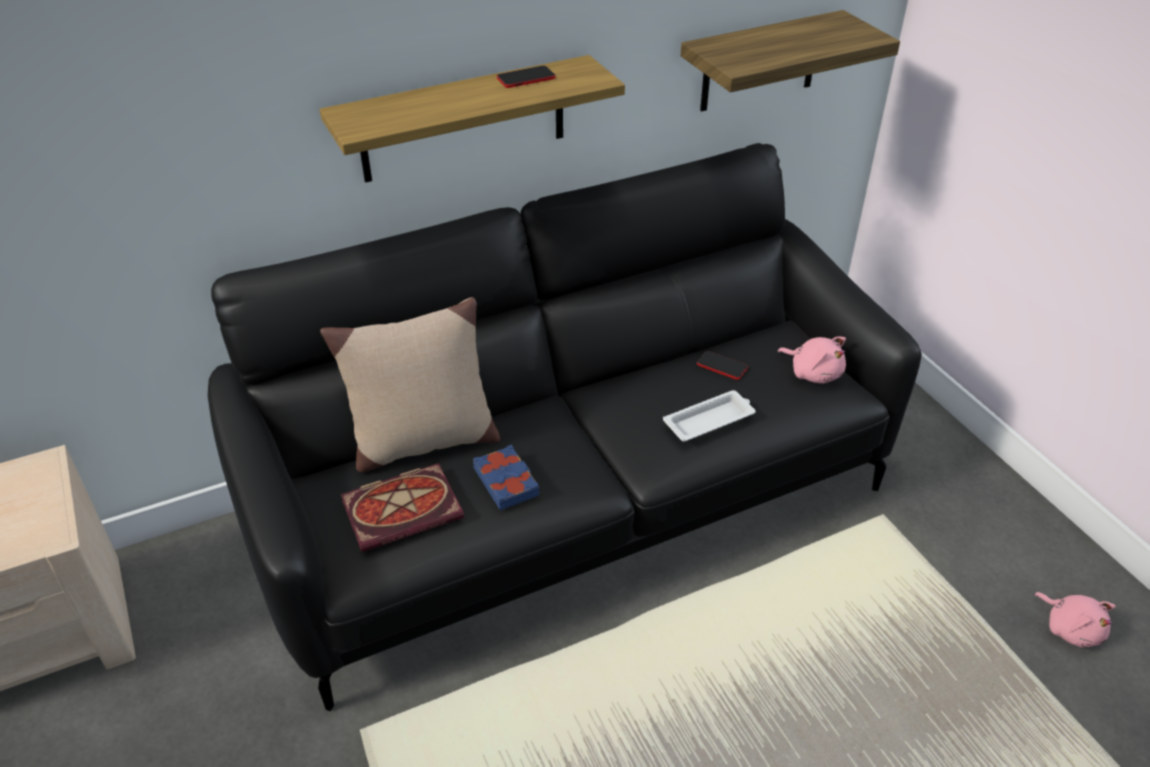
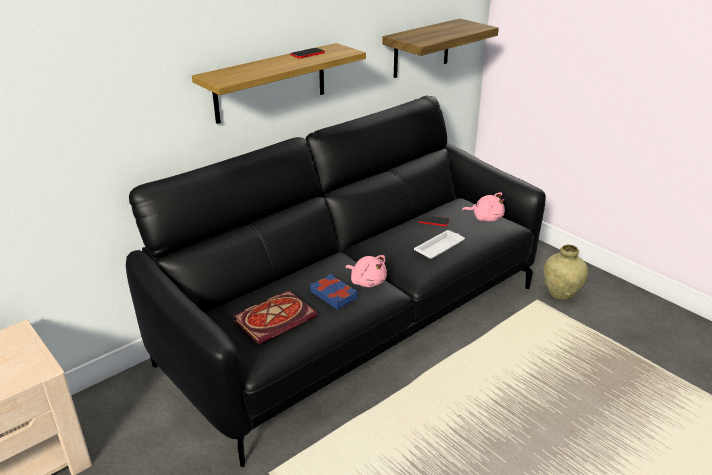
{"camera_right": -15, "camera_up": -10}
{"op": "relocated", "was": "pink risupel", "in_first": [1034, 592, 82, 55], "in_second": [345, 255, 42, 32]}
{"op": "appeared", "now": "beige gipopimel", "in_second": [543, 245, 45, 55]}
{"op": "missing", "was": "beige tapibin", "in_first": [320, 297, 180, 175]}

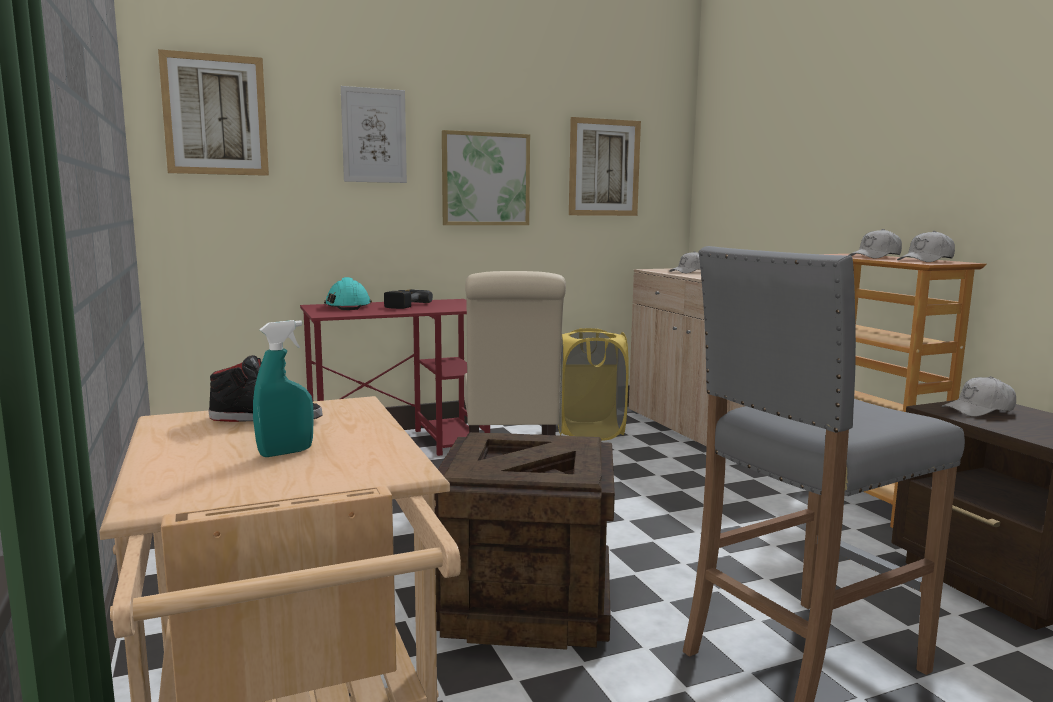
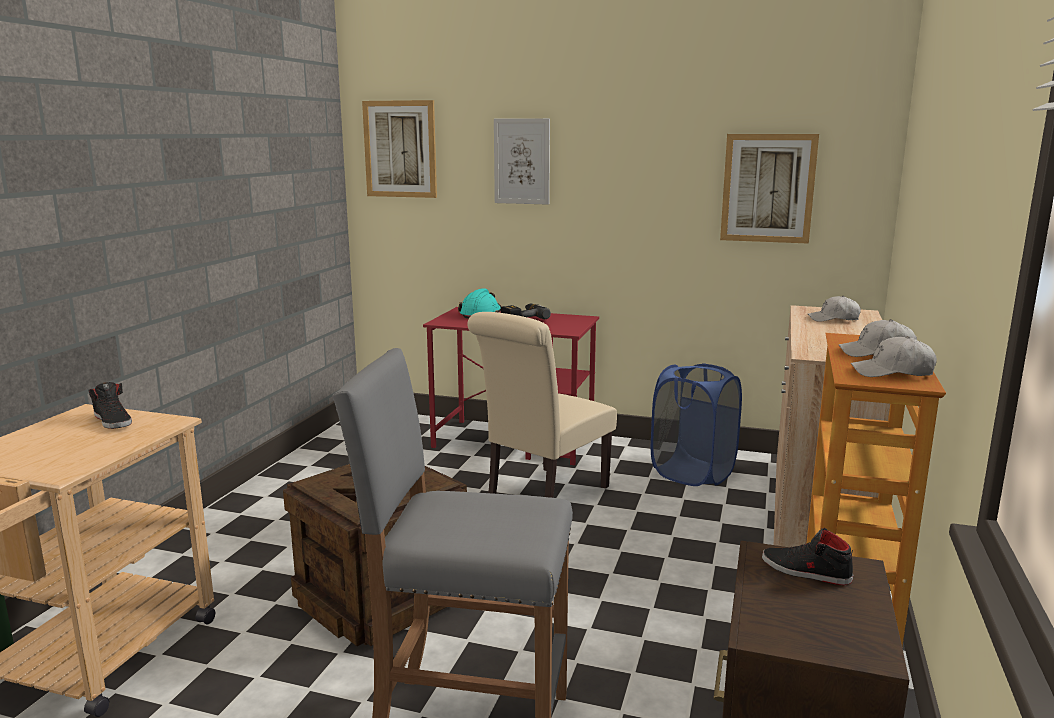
{"camera_right": 40, "camera_up": 5}
{"op": "colour", "was": "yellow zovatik", "now": "blue zovatik", "in_first": [558, 328, 71, 113], "in_second": [651, 363, 91, 123]}
{"op": "exchanged", "was": "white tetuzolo", "now": "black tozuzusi", "in_first": [941, 376, 75, 41], "in_second": [762, 528, 91, 57]}
{"op": "missing", "was": "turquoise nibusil", "in_first": [253, 320, 61, 137]}
{"op": "missing", "was": "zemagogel", "in_first": [442, 130, 88, 95]}

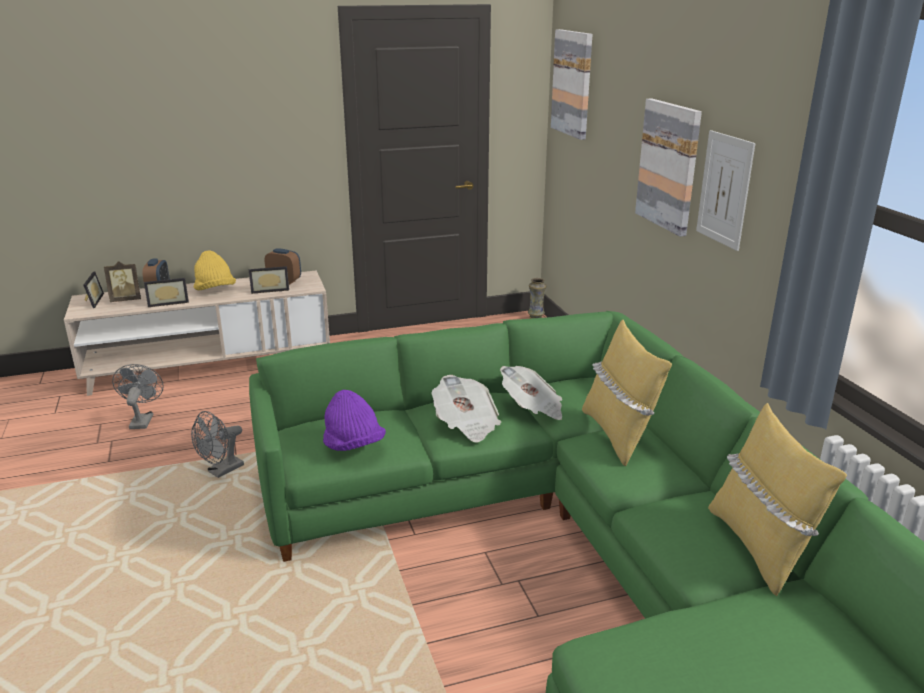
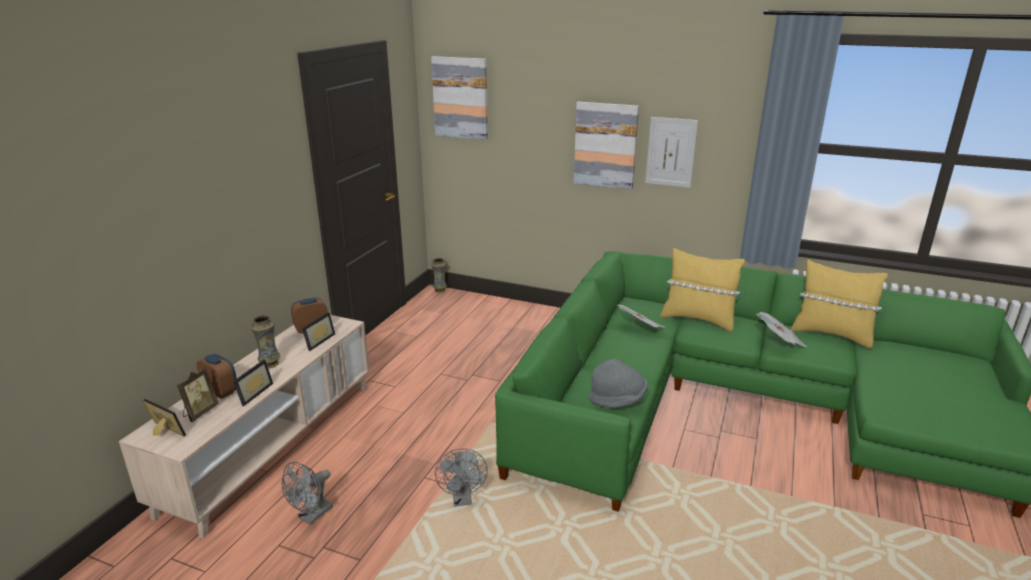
{"camera_right": -50, "camera_up": 0}
{"op": "exchanged", "was": "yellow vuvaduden", "now": "gipopimel", "in_first": [194, 250, 42, 40], "in_second": [250, 315, 30, 53]}
{"op": "spun", "was": "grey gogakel", "in_first": [112, 364, 52, 65], "in_second": [282, 462, 51, 63], "clockwise": -90}
{"op": "colour", "was": "purple vuvaduden", "now": "grey vuvaduden", "in_first": [323, 390, 63, 61], "in_second": [589, 359, 59, 49]}
{"op": "relocated", "was": "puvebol", "in_first": [431, 375, 70, 68], "in_second": [756, 312, 51, 35]}

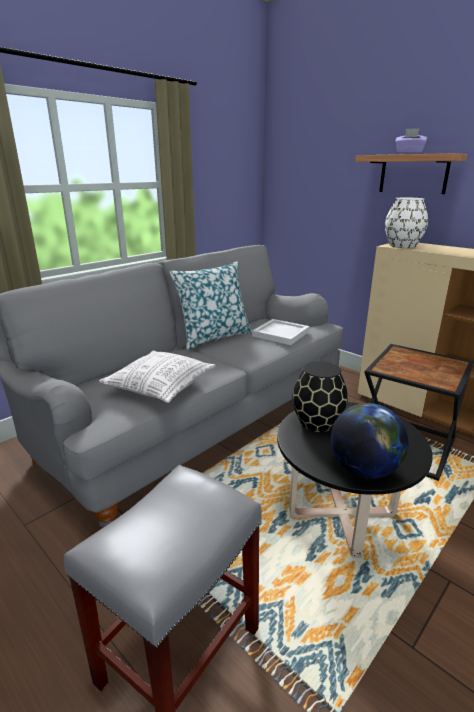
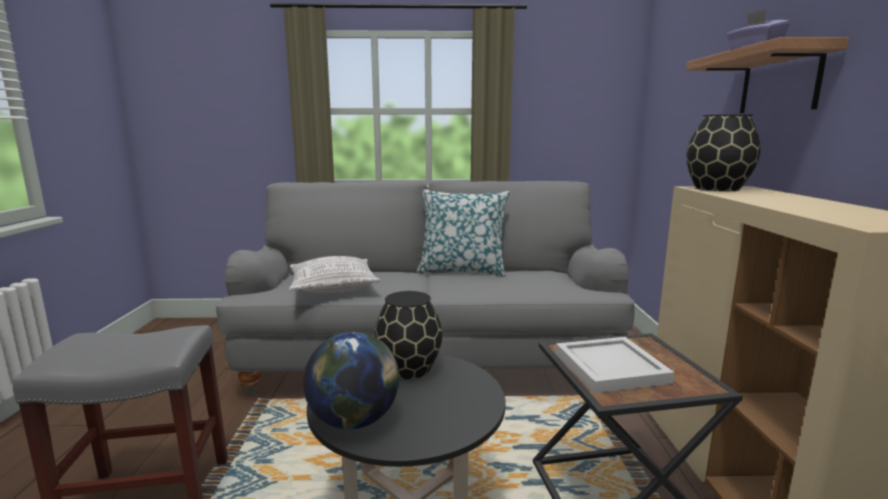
{"camera_right": 45, "camera_up": -10}
{"op": "relocated", "was": "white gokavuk", "in_first": [252, 319, 58, 26], "in_second": [555, 337, 120, 56]}
{"op": "colour", "was": "white gipopimel", "now": "black gipopimel", "in_first": [385, 197, 43, 51], "in_second": [686, 114, 74, 77]}

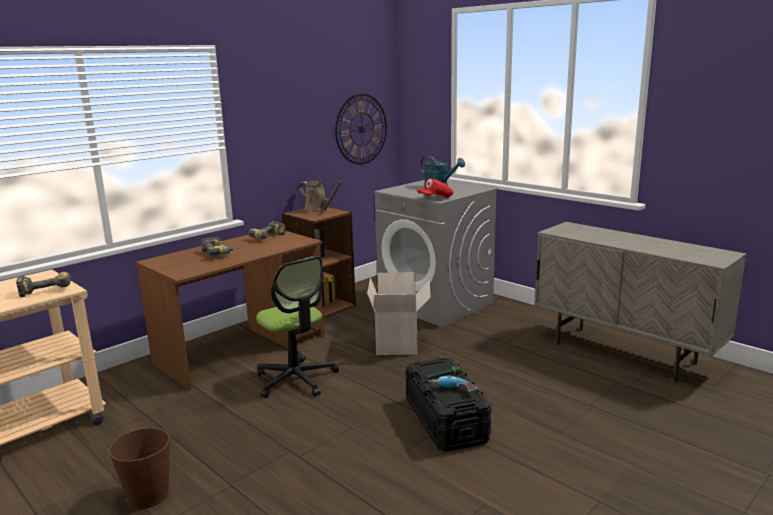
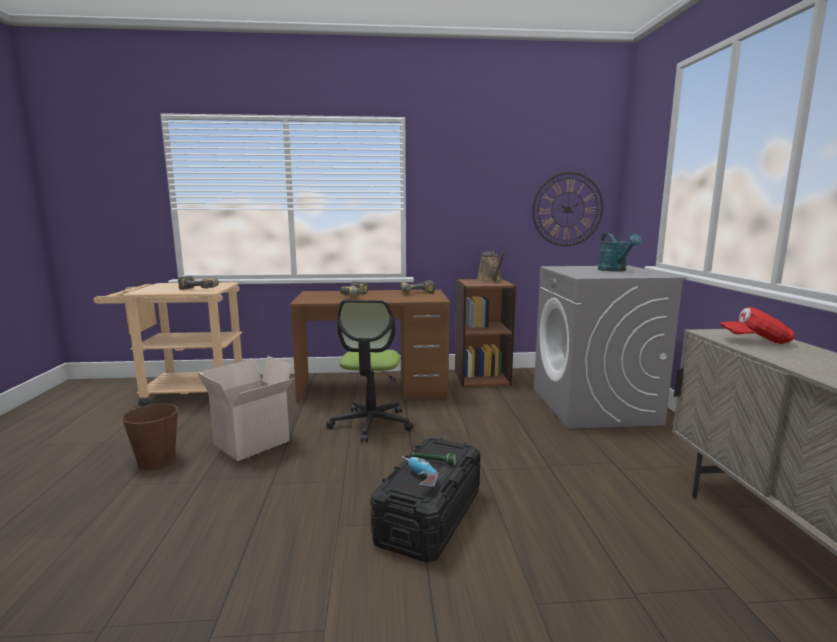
{"camera_right": 40, "camera_up": -5}
{"op": "relocated", "was": "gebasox", "in_first": [367, 272, 64, 83], "in_second": [197, 356, 97, 105]}
{"op": "relocated", "was": "red tetuzolo", "in_first": [417, 178, 36, 19], "in_second": [720, 307, 75, 37]}

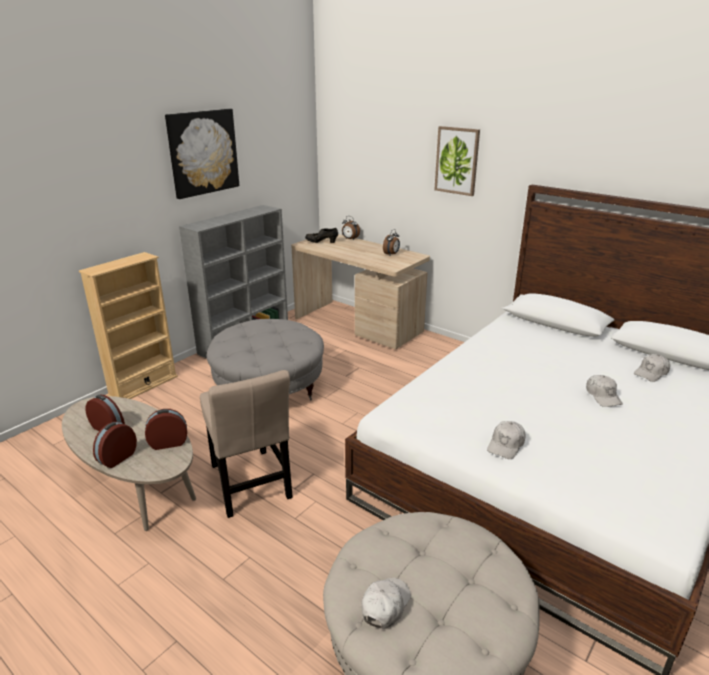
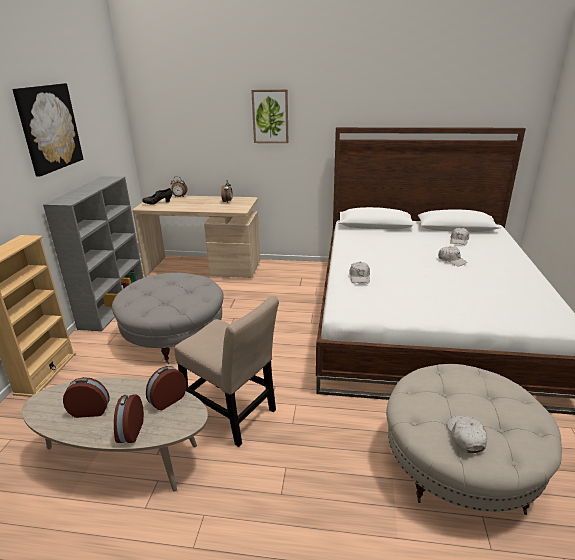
{"camera_right": -30, "camera_up": 0}
{"op": "relocated", "was": "white tetuzolo", "in_first": [487, 421, 38, 38], "in_second": [349, 262, 21, 21]}

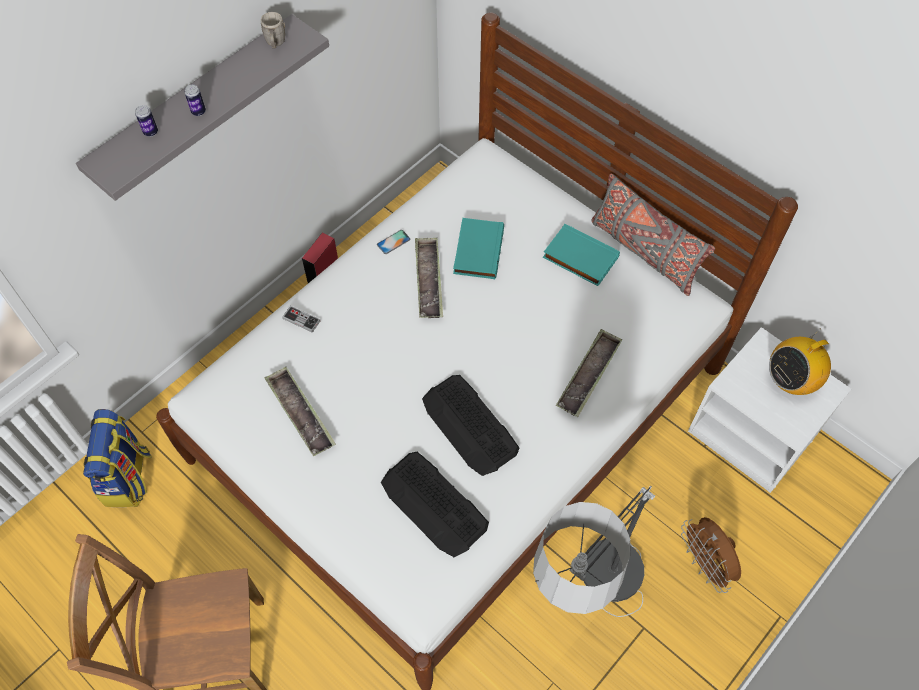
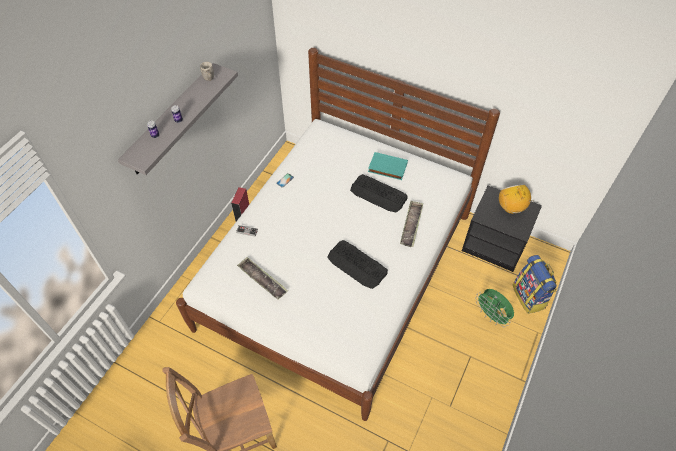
{"camera_right": -15, "camera_up": -5}
{"op": "relocated", "was": "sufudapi", "in_first": [381, 452, 108, 105], "in_second": [350, 174, 58, 39]}
{"op": "colour", "was": "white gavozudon", "now": "black gavozudon", "in_first": [688, 327, 163, 166], "in_second": [462, 186, 80, 86]}
{"op": "colour", "was": "brown gogakel", "now": "green gogakel", "in_first": [681, 517, 60, 76], "in_second": [475, 289, 39, 38]}
{"op": "spun", "was": "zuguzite", "in_first": [769, 329, 62, 66], "in_second": [499, 184, 35, 30], "clockwise": 120}
{"op": "relocated", "was": "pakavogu", "in_first": [83, 409, 69, 98], "in_second": [513, 255, 44, 59]}
{"op": "missing", "was": "gokavuk", "in_first": [415, 238, 28, 80]}
{"op": "missing", "was": "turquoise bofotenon", "in_first": [453, 218, 51, 61]}
{"op": "missing", "was": "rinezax", "in_first": [533, 485, 122, 132]}
{"op": "missing", "was": "grey tapibin", "in_first": [592, 173, 123, 123]}

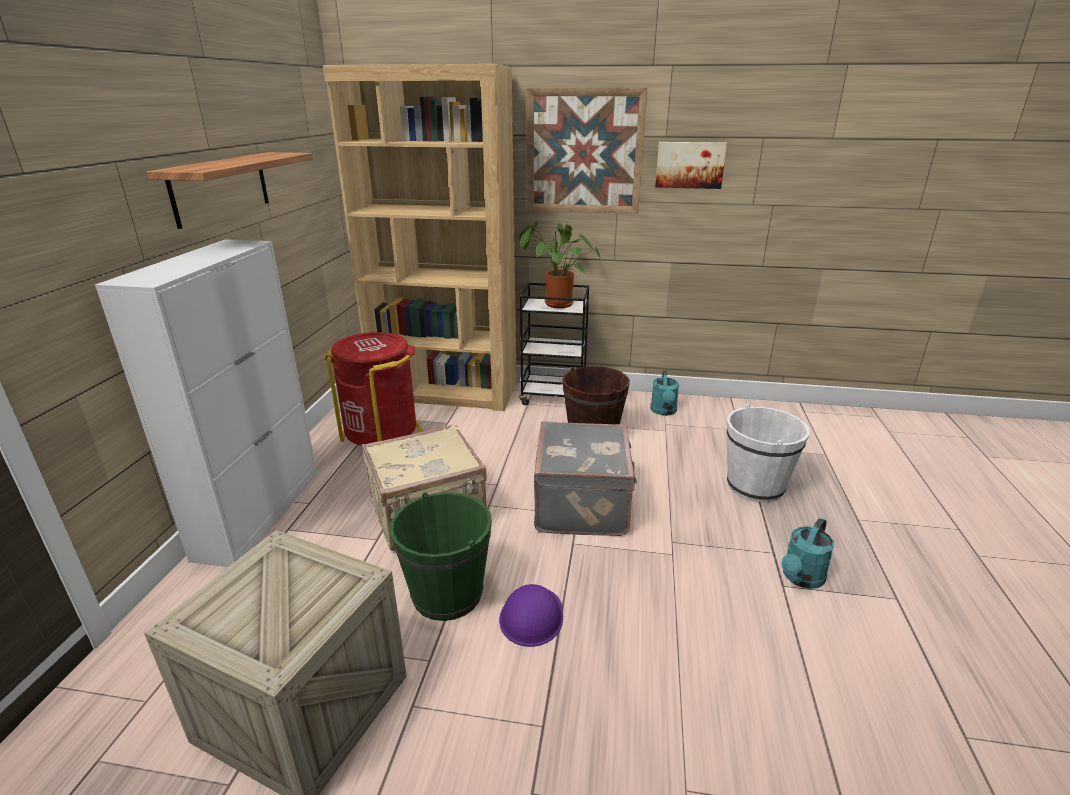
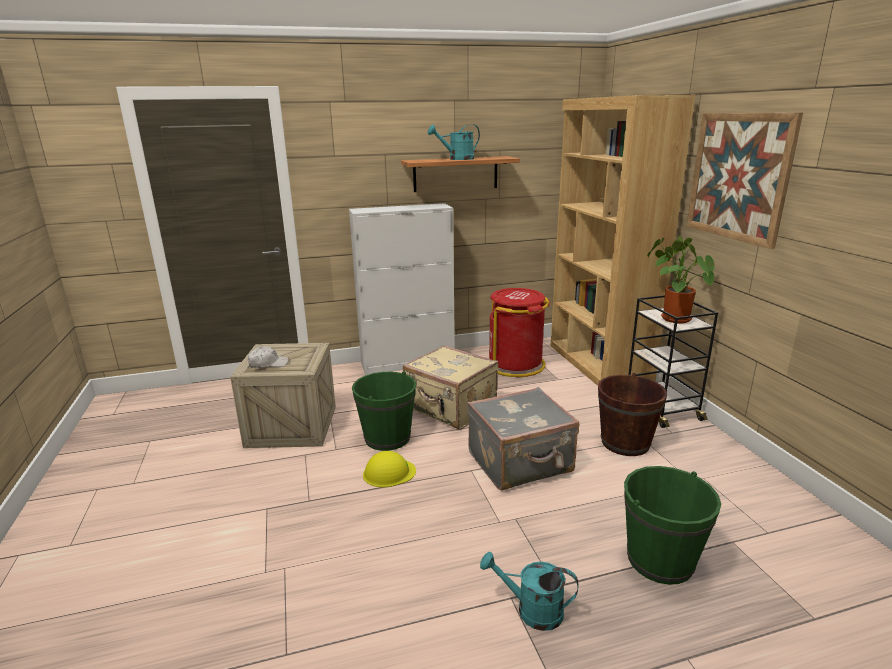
{"camera_right": 65, "camera_up": -5}
{"op": "appeared", "now": "white tetuzolo", "in_second": [247, 346, 42, 22]}
{"op": "colour", "was": "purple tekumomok", "now": "yellow tekumomok", "in_first": [499, 584, 64, 63], "in_second": [363, 451, 53, 36]}
{"op": "relocated", "was": "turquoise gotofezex", "in_first": [650, 370, 29, 46], "in_second": [428, 124, 52, 36]}
{"op": "colour", "was": "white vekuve", "now": "green vekuve", "in_first": [727, 404, 82, 99], "in_second": [624, 466, 97, 119]}
{"op": "missing", "was": "zemagogel", "in_first": [655, 142, 72, 47]}

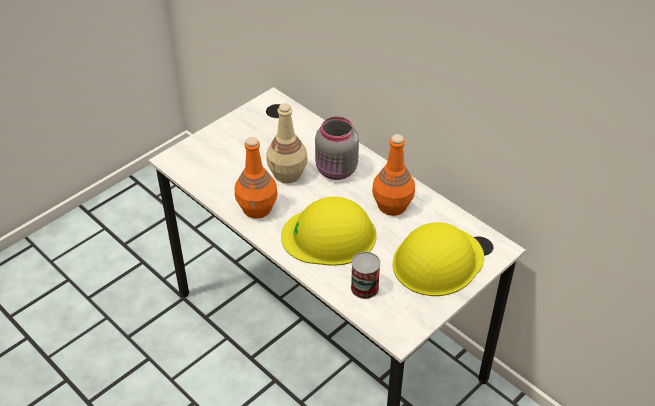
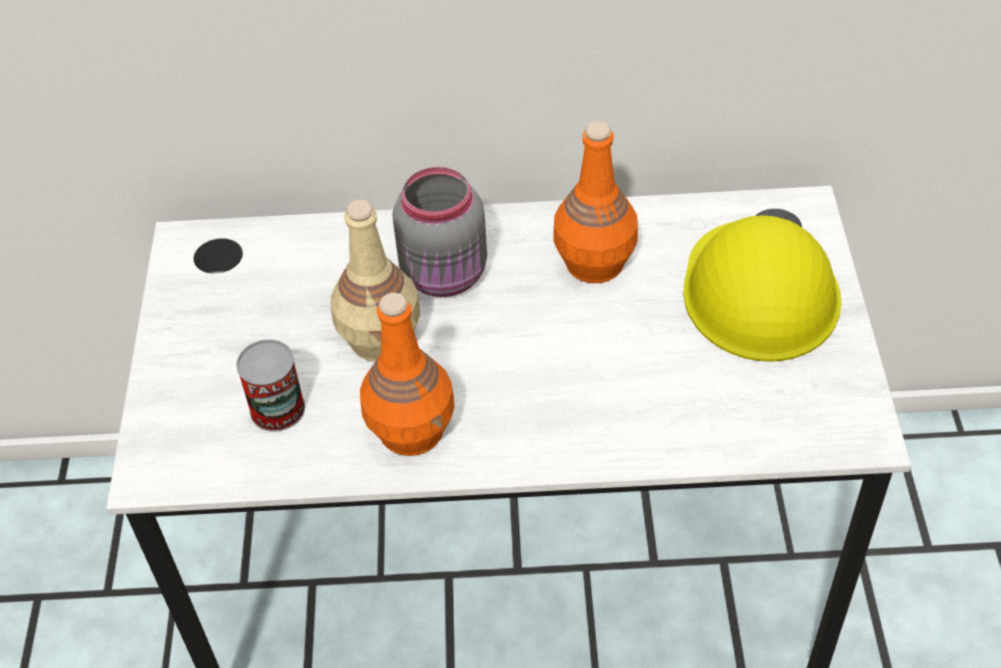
{"camera_right": -45, "camera_up": 5}
{"op": "relocated", "was": "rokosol", "in_first": [351, 252, 30, 47], "in_second": [236, 339, 69, 93]}
{"op": "missing", "was": "yellow tekumomok", "in_first": [281, 197, 96, 69]}

